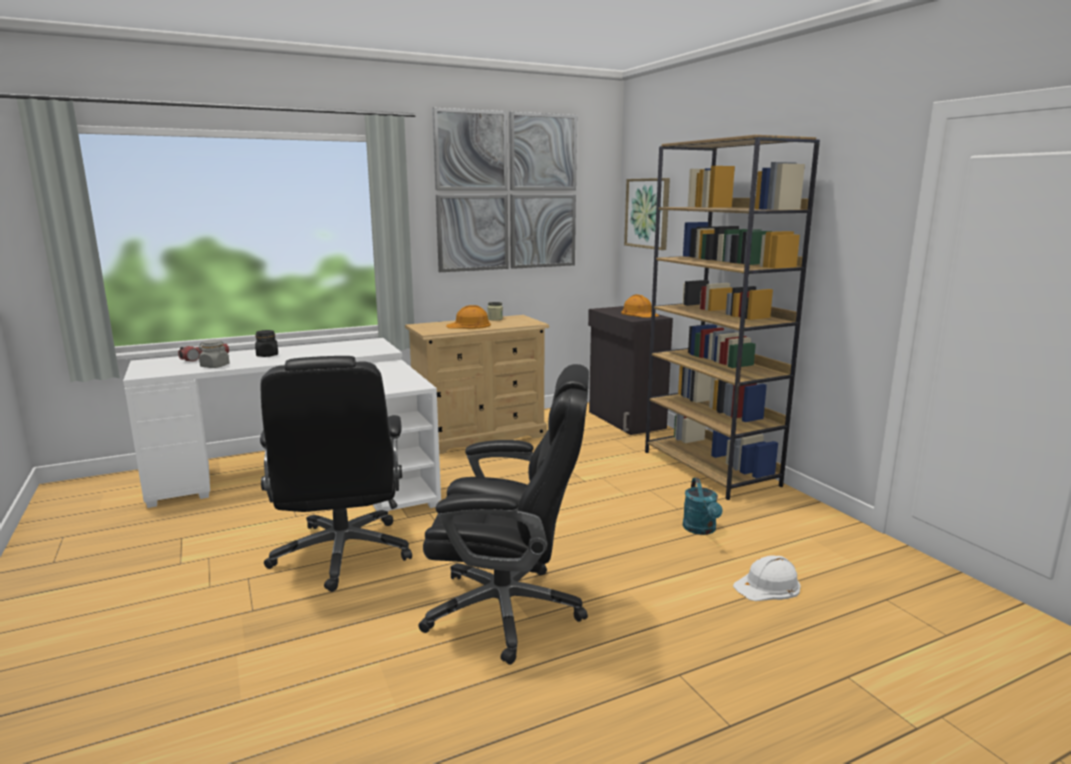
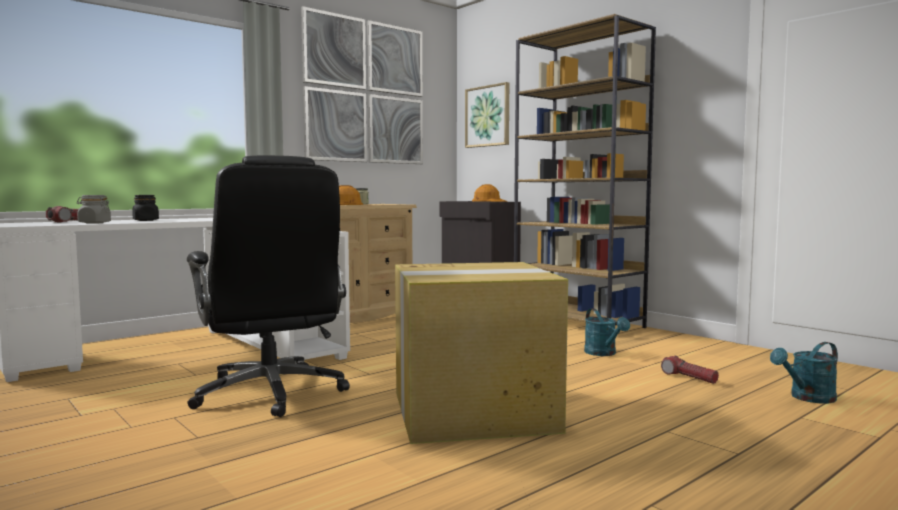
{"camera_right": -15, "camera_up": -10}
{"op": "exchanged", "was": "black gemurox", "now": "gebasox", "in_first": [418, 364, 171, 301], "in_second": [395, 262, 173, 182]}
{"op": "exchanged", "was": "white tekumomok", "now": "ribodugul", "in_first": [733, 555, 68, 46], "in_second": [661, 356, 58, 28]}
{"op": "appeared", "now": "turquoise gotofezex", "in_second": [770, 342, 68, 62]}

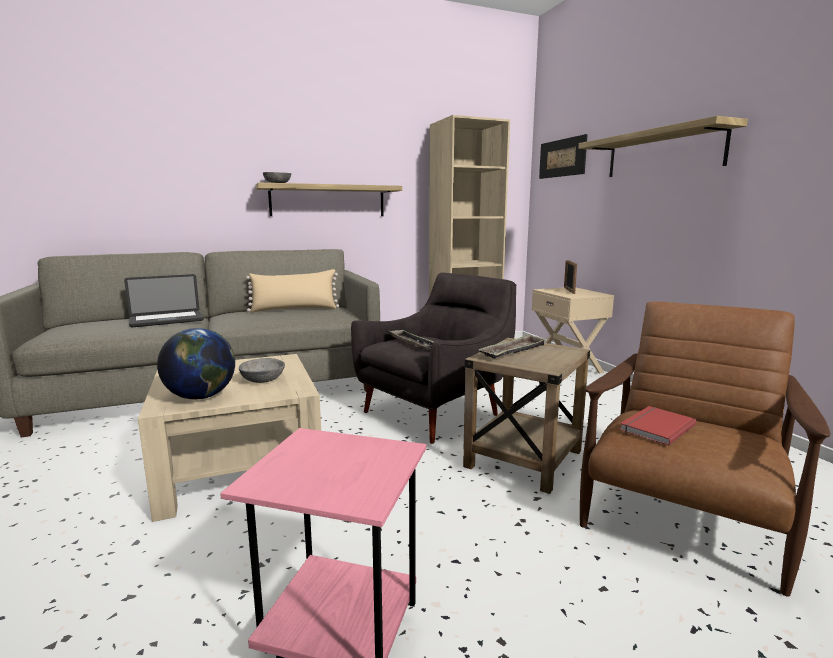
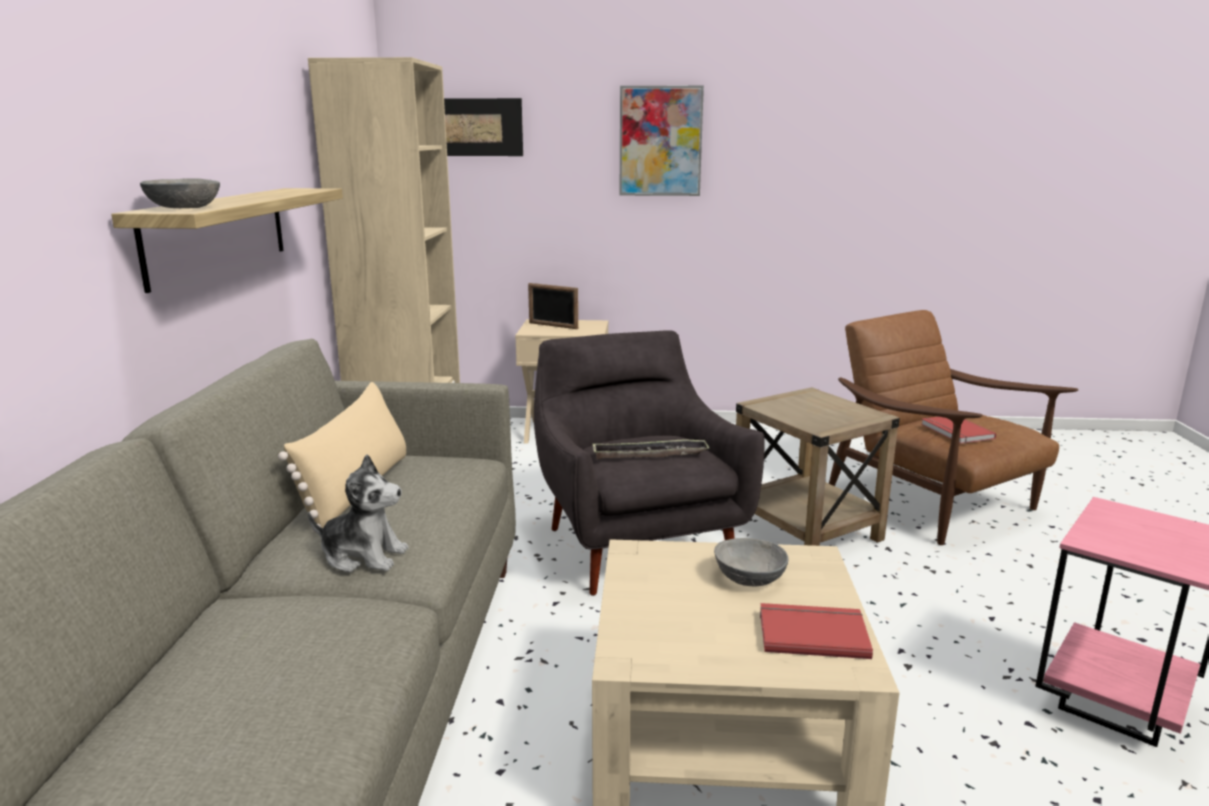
{"camera_right": -65, "camera_up": 5}
{"op": "appeared", "now": "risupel", "in_second": [308, 454, 101, 119]}
{"op": "exchanged", "was": "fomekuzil", "now": "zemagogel", "in_first": [578, 116, 170, 61], "in_second": [620, 85, 84, 111]}
{"op": "exchanged", "was": "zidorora", "now": "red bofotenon", "in_first": [157, 328, 78, 71], "in_second": [760, 603, 113, 56]}
{"op": "missing", "was": "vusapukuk", "in_first": [124, 274, 80, 53]}
{"op": "missing", "was": "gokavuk", "in_first": [479, 334, 68, 25]}

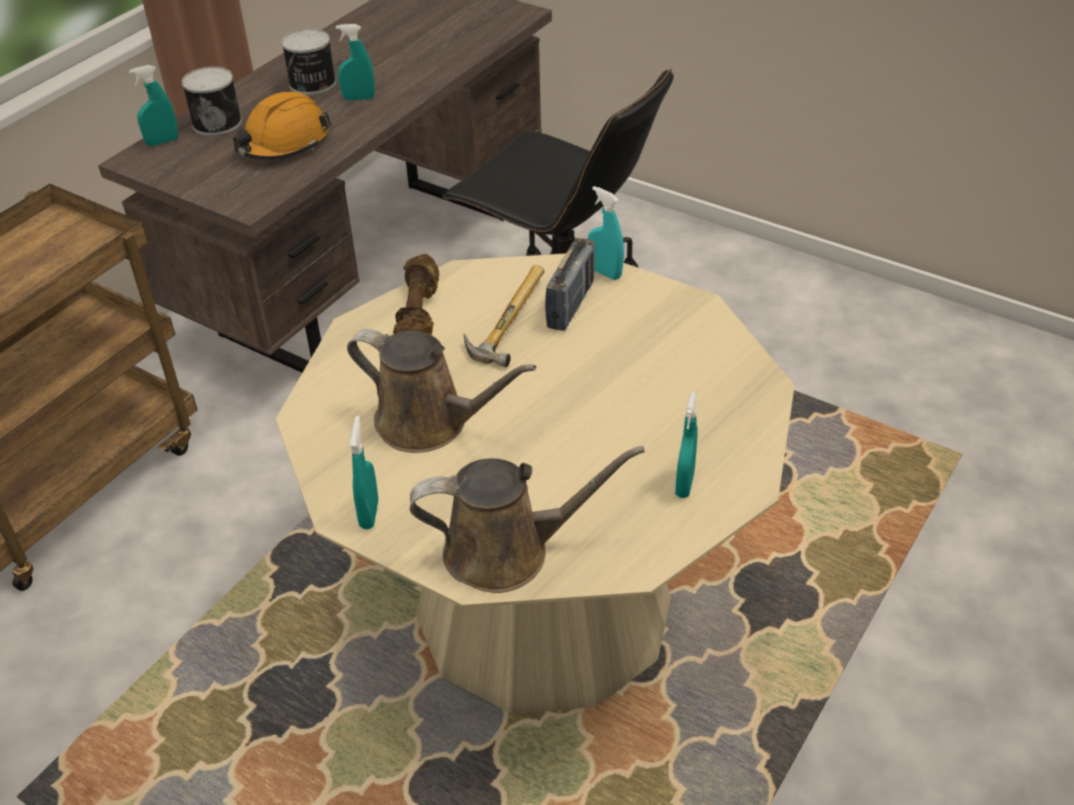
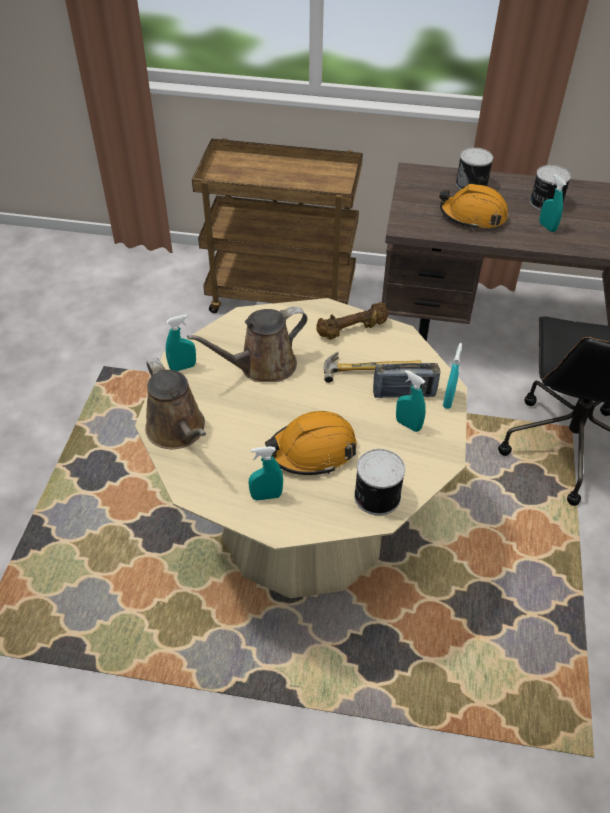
{"camera_right": 65, "camera_up": 5}
{"op": "spun", "was": "brown gotofezex", "in_first": [347, 329, 189, 124], "in_second": [187, 307, 120, 75], "clockwise": 60}
{"op": "appeared", "now": "orange tekumomok", "in_second": [265, 411, 91, 64]}
{"op": "appeared", "now": "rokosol", "in_second": [354, 449, 51, 67]}
{"op": "relocated", "was": "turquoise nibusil", "in_first": [129, 65, 49, 81], "in_second": [396, 370, 30, 62]}

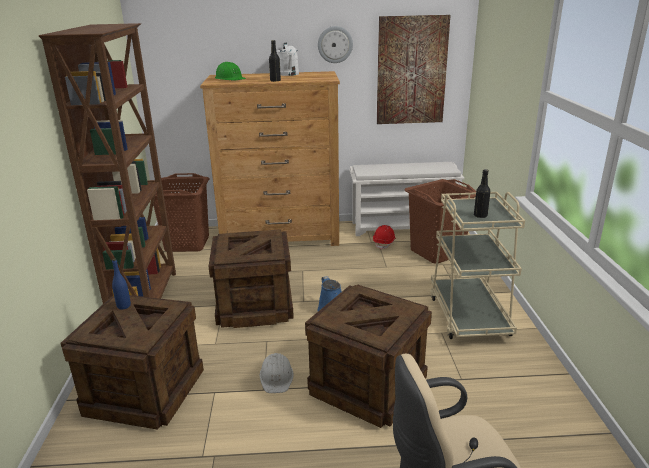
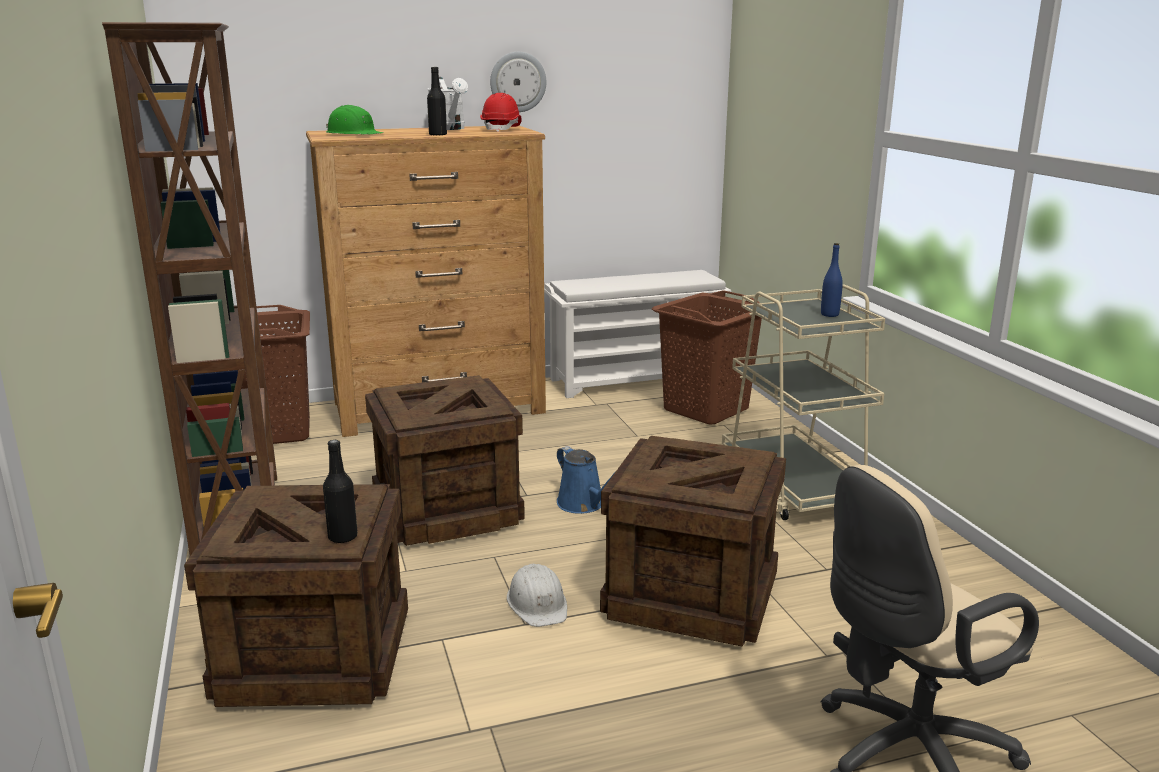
{"camera_right": -15, "camera_up": -5}
{"op": "relocated", "was": "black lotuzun", "in_first": [474, 169, 17, 49], "in_second": [323, 440, 35, 103]}
{"op": "relocated", "was": "red tekumomok", "in_first": [373, 225, 23, 25], "in_second": [480, 93, 42, 39]}
{"op": "relocated", "was": "blue lotuzun", "in_first": [112, 258, 19, 52], "in_second": [821, 243, 22, 74]}
{"op": "missing", "was": "zemagogel", "in_first": [377, 15, 74, 109]}

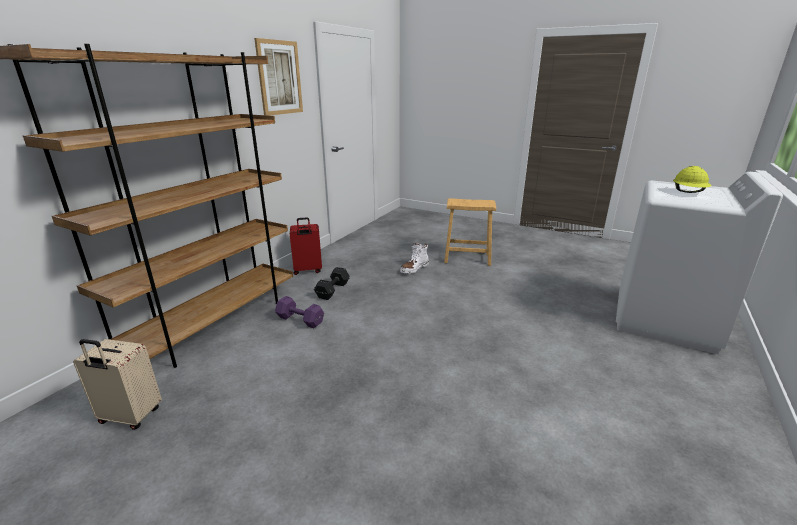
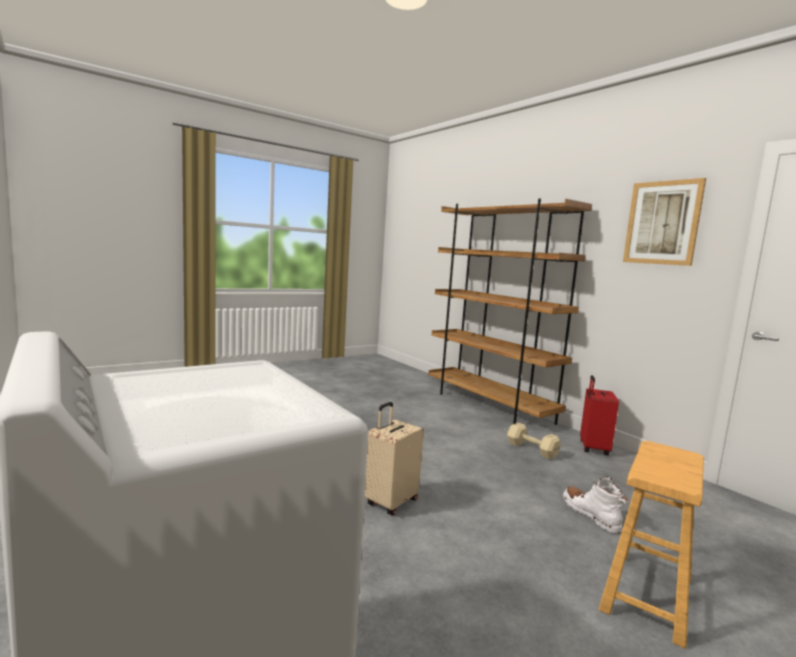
{"camera_right": 115, "camera_up": -15}
{"op": "relocated", "was": "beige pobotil", "in_first": [73, 339, 89, 91], "in_second": [365, 402, 59, 113]}
{"op": "colour", "was": "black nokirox", "now": "beige nokirox", "in_first": [314, 267, 36, 33], "in_second": [507, 423, 54, 36]}
{"op": "missing", "was": "purple nokirox", "in_first": [275, 296, 49, 32]}
{"op": "missing", "was": "yellow tekumomok", "in_first": [673, 166, 38, 27]}

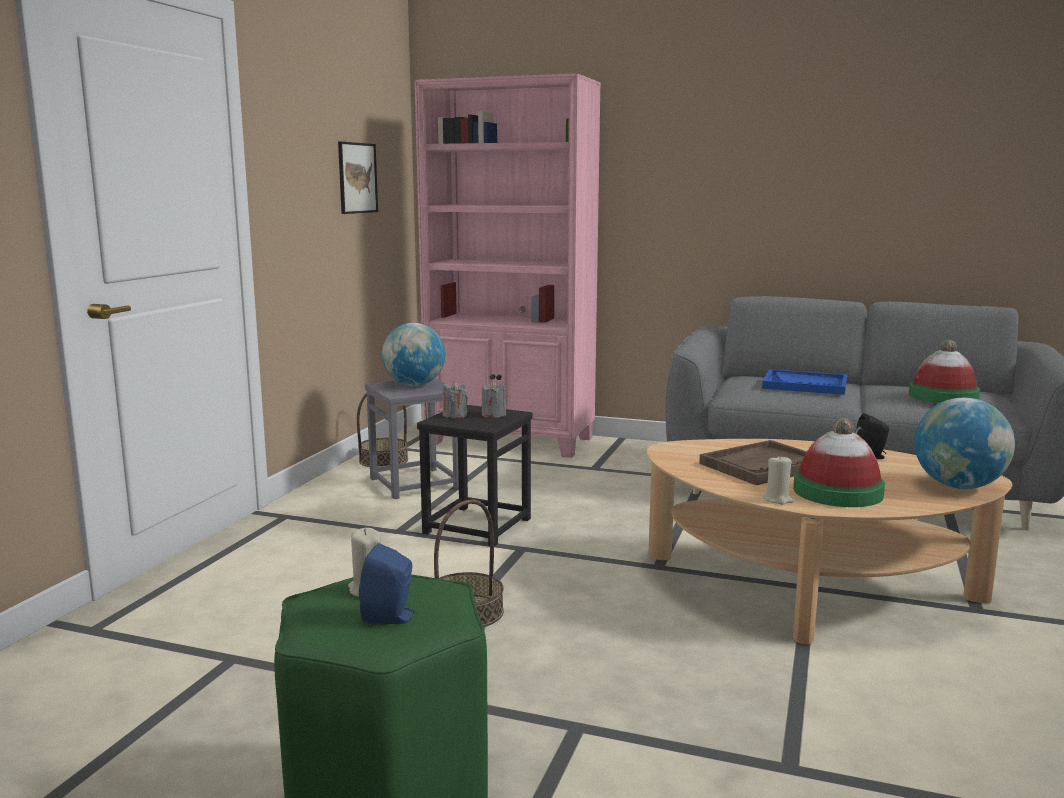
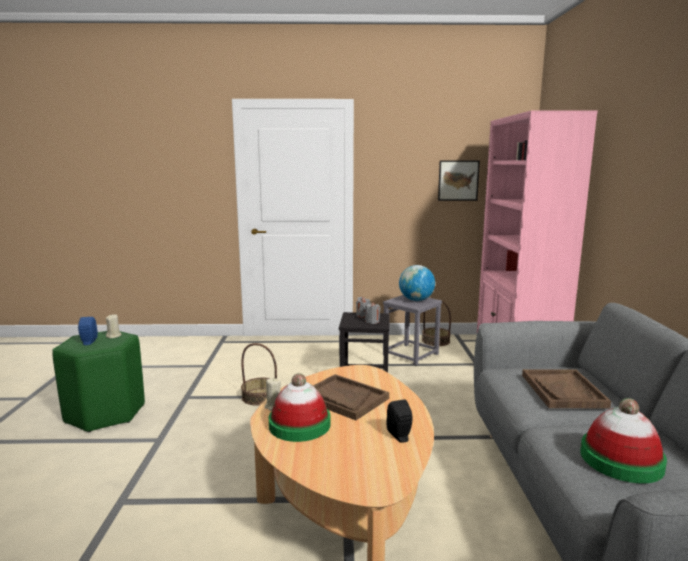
{"camera_right": 70, "camera_up": 0}
{"op": "colour", "was": "blue gokavuk", "now": "brown gokavuk", "in_first": [762, 369, 85, 26], "in_second": [522, 369, 89, 39]}
{"op": "missing", "was": "zidorora", "in_first": [914, 398, 101, 91]}

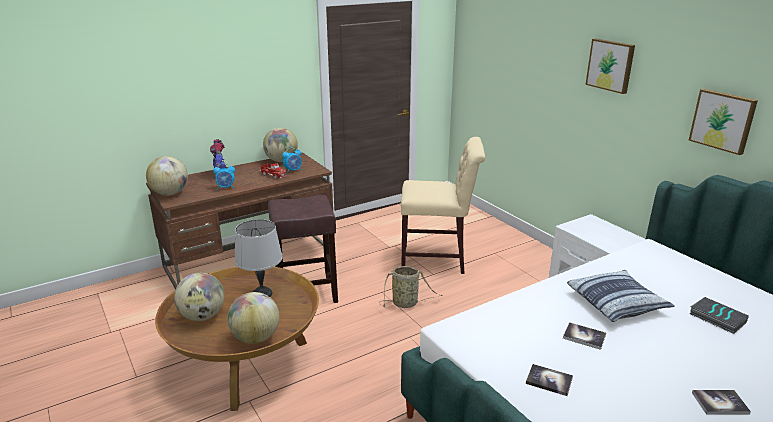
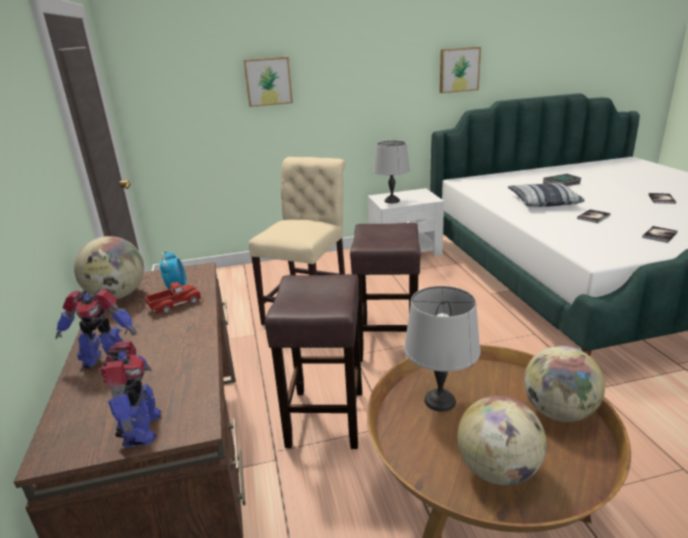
{"camera_right": -70, "camera_up": 0}
{"op": "exchanged", "was": "zidorora", "now": "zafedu", "in_first": [146, 156, 42, 40], "in_second": [101, 341, 60, 106]}
{"op": "relocated", "was": "zemagogel", "in_first": [586, 39, 49, 55], "in_second": [243, 57, 50, 50]}
{"op": "exchanged", "was": "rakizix", "now": "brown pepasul", "in_first": [380, 266, 63, 42], "in_second": [350, 223, 71, 139]}
{"op": "appeared", "now": "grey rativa", "in_second": [374, 140, 36, 63]}
{"op": "missing", "was": "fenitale", "in_first": [213, 163, 22, 27]}

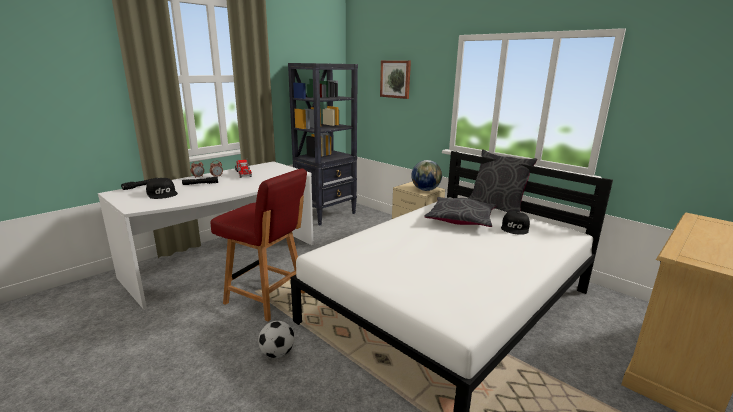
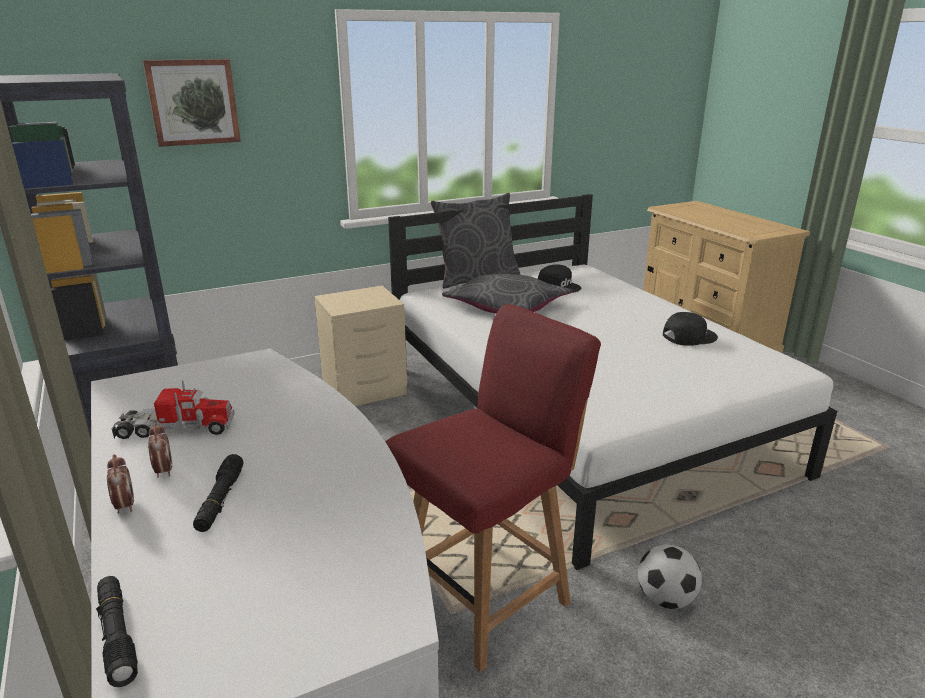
{"camera_right": -70, "camera_up": 5}
{"op": "relocated", "was": "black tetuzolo", "in_first": [146, 178, 32, 21], "in_second": [663, 312, 55, 34]}
{"op": "missing", "was": "zidorora", "in_first": [411, 160, 31, 31]}

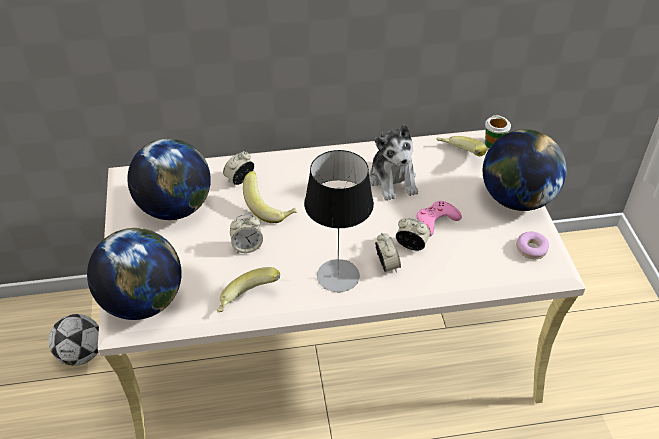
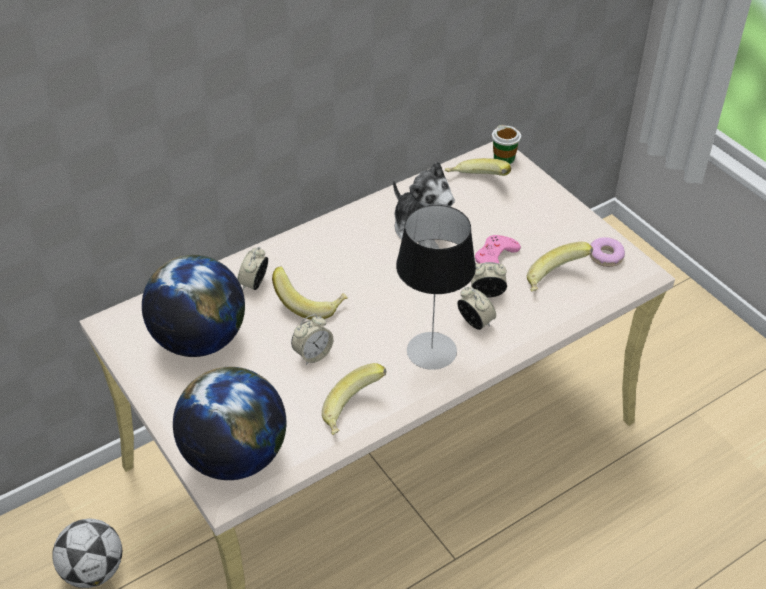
{"camera_right": -25, "camera_up": 0}
{"op": "appeared", "now": "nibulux", "in_second": [527, 242, 66, 49]}
{"op": "missing", "was": "zidorora", "in_first": [483, 129, 83, 82]}

